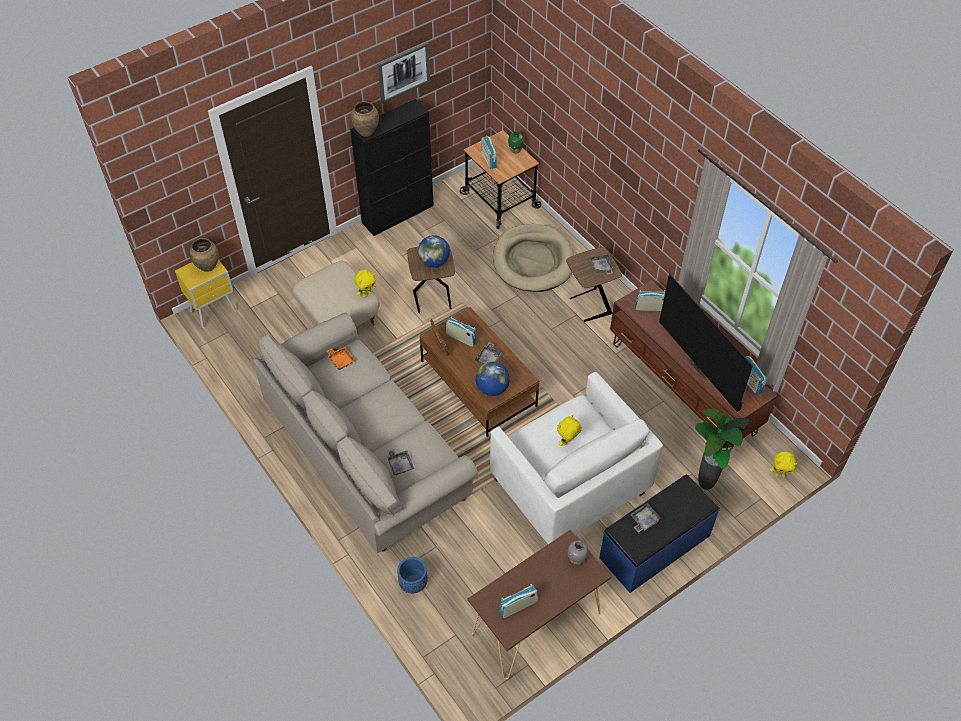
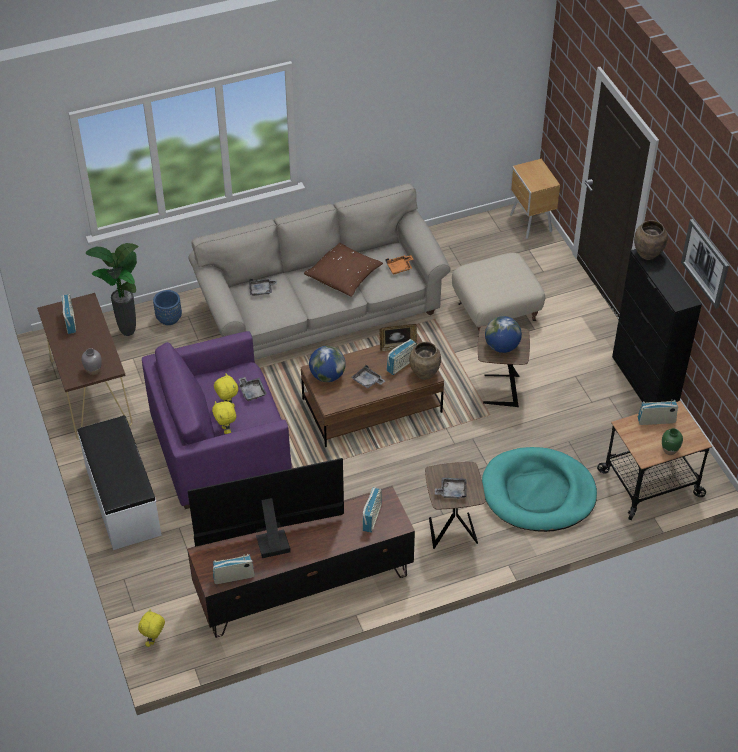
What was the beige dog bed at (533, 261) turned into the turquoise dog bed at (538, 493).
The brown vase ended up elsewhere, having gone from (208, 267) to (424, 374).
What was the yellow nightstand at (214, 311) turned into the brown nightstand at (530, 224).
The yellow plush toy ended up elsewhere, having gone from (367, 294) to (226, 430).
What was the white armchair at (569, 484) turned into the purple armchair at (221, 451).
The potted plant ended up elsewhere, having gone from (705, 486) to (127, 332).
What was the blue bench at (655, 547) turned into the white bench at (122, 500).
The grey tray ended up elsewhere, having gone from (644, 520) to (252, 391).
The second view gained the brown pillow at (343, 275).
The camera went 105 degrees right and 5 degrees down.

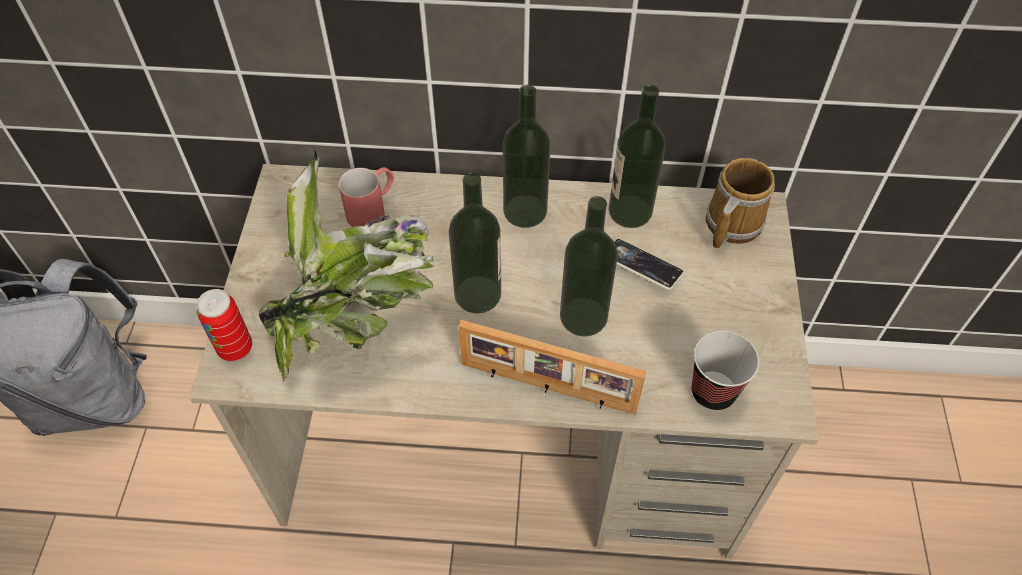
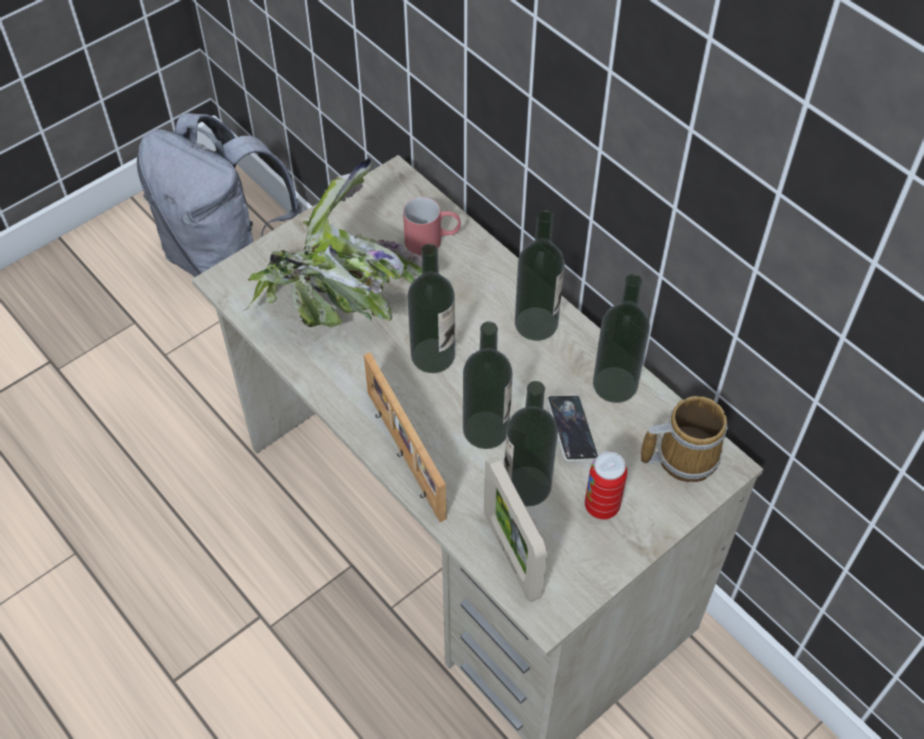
The can ended up elsewhere, having gone from (235, 348) to (601, 506).
Where the cup stood at (713, 392), the picture frame came to stand at (511, 556).
The second view gained the bottle at (527, 486).
The camera went 45 degrees right and 0 degrees up.

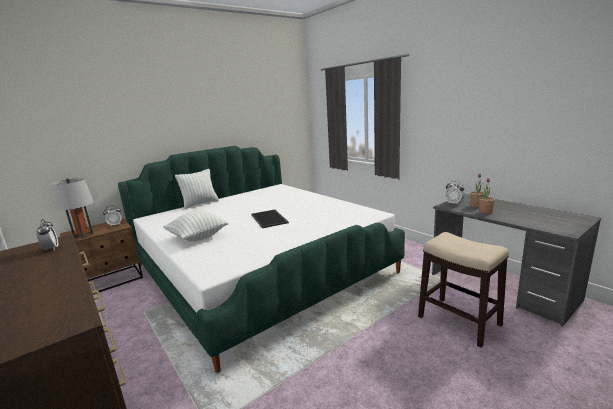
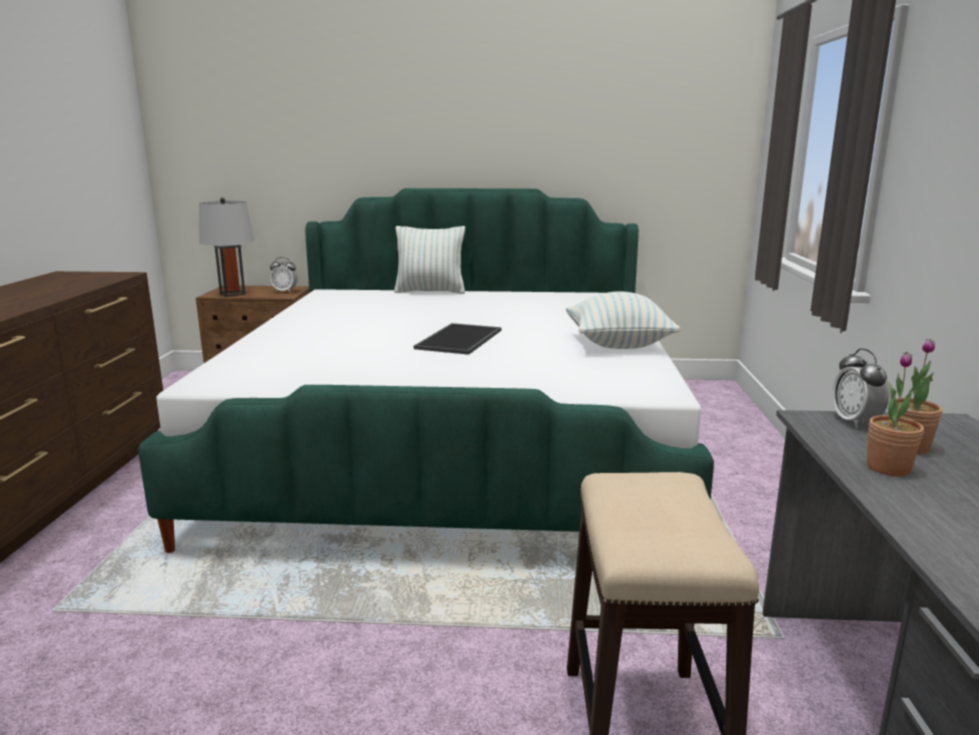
The pillow ended up elsewhere, having gone from (197, 237) to (618, 344).
The second view lost the alarm clock at (51, 249).
The camera went 40 degrees right and 0 degrees up.

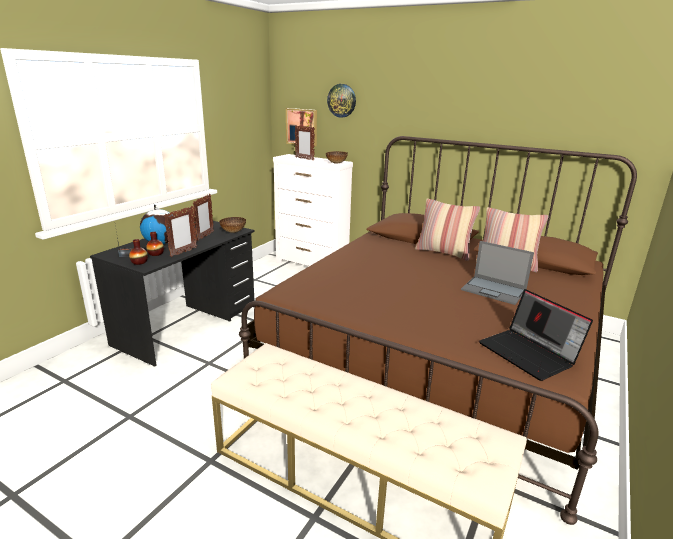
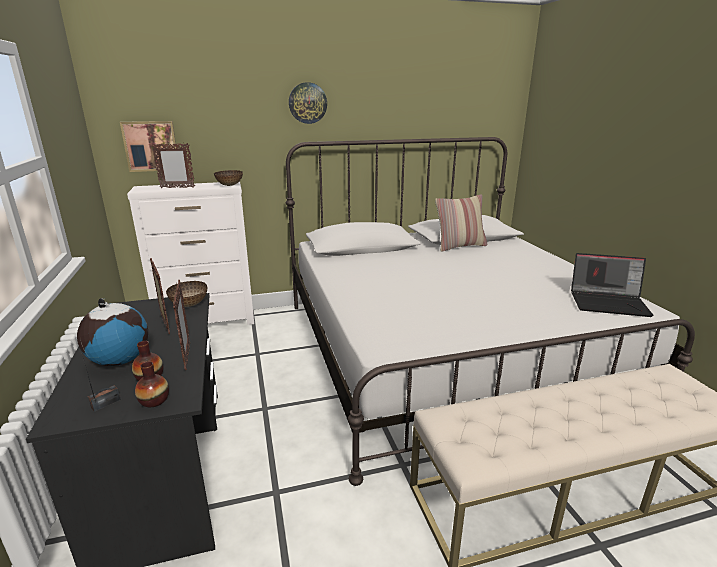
The wall clock ended up elsewhere, having gone from (341, 100) to (307, 103).
What was the brown bed at (438, 355) turned into the white bed at (444, 350).
The second view lost the pillow at (443, 252).
The second view lost the laptop at (494, 290).
The camera went 45 degrees left and 0 degrees up.

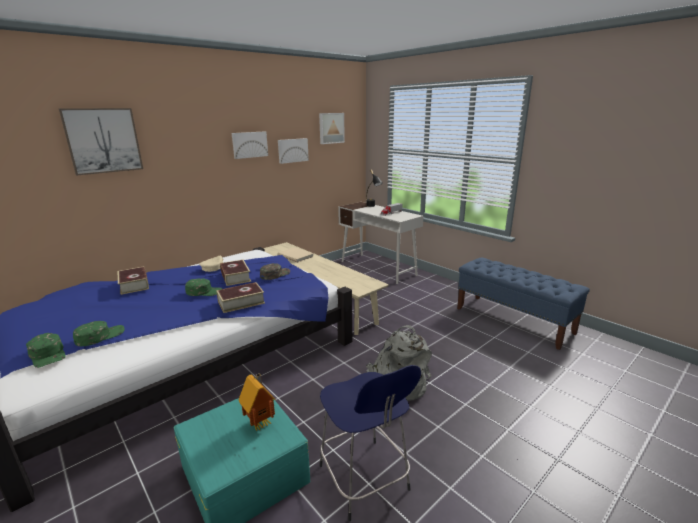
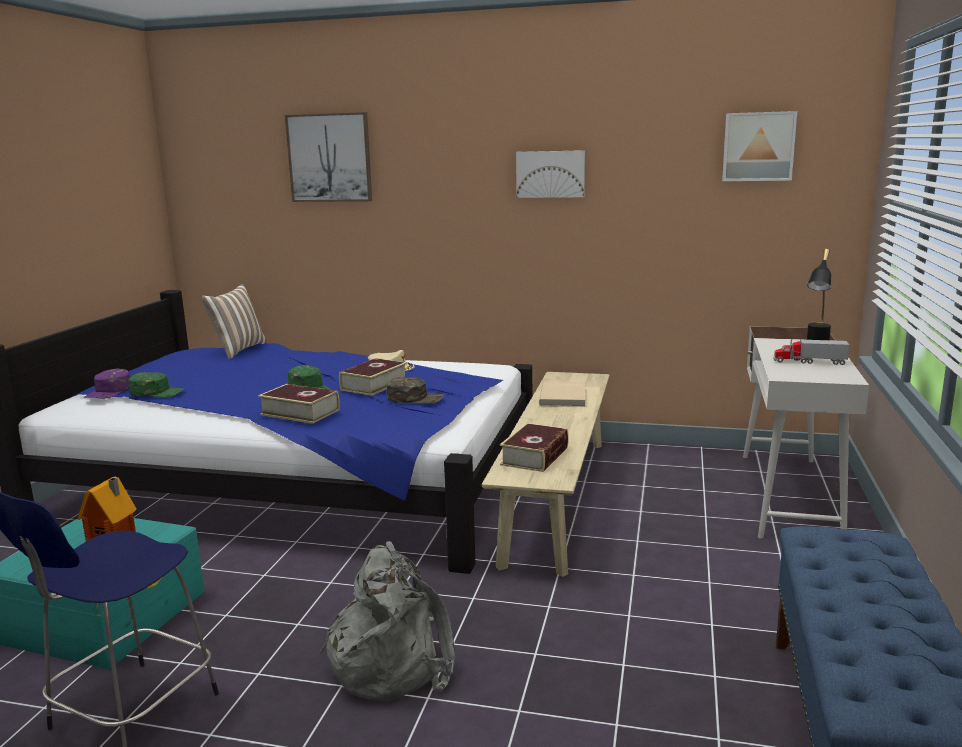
The second view lost the picture at (292, 150).
The book ended up elsewhere, having gone from (134, 285) to (535, 456).
What was the green cap at (48, 355) turned into the purple cap at (109, 392).
The second view gained the pillow at (238, 350).
The camera went 55 degrees right and 5 degrees down.

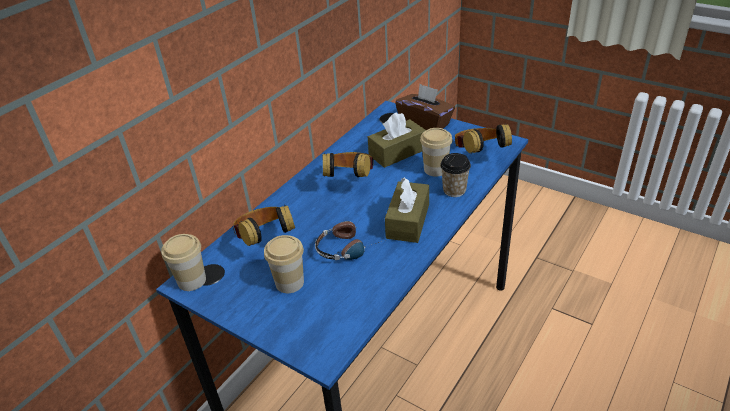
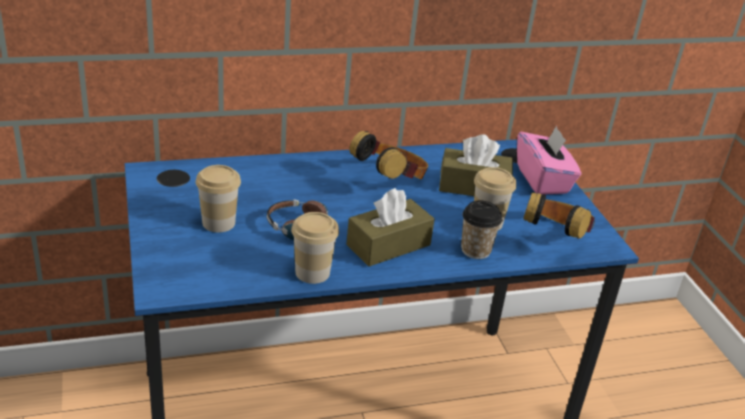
What was the brown tissue box at (425, 124) turned into the pink tissue box at (543, 180).
The second view lost the headphones at (265, 240).
The cup ended up elsewhere, having gone from (192, 280) to (312, 272).
The camera went 35 degrees right and 5 degrees down.

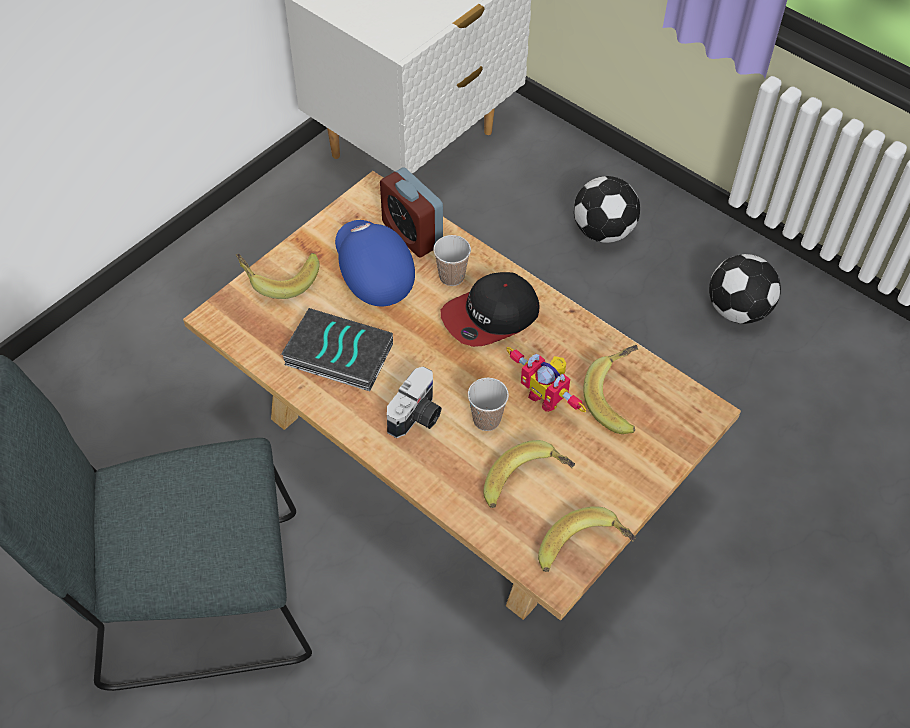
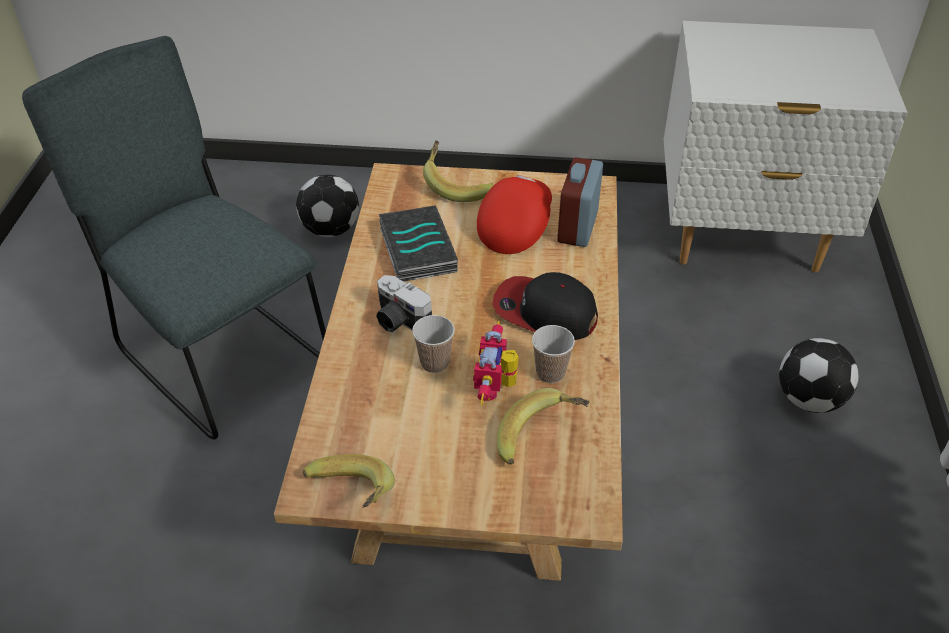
What was the blue cap at (372, 273) turned into the red cap at (514, 226).
The cup ended up elsewhere, having gone from (451, 277) to (550, 373).
The football ended up elsewhere, having gone from (738, 310) to (331, 230).
The photo camera at (417, 417) ended up facing another way, 45 degrees clockwise from before.
The second view lost the banana at (527, 487).
The camera went 55 degrees right and 10 degrees down.

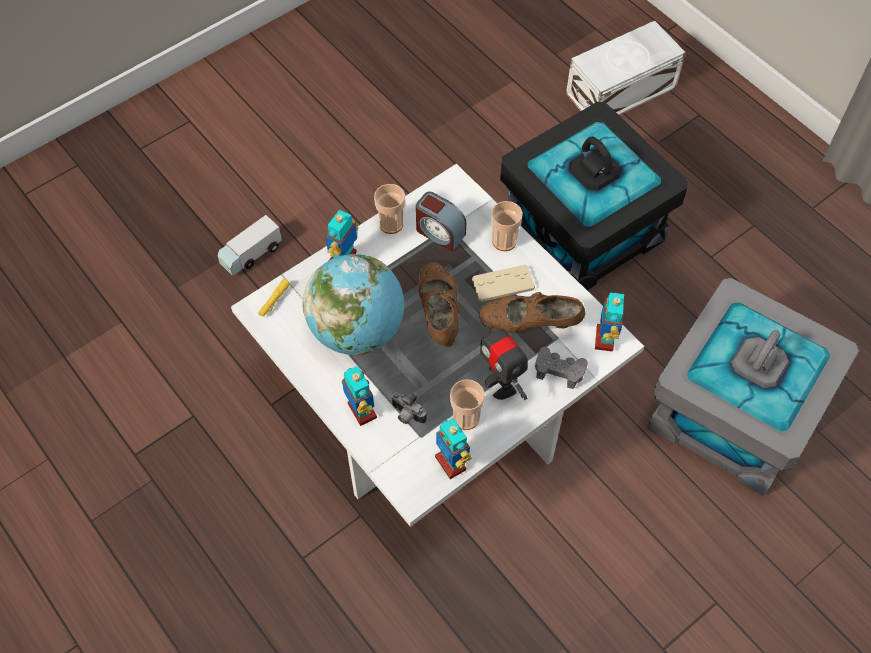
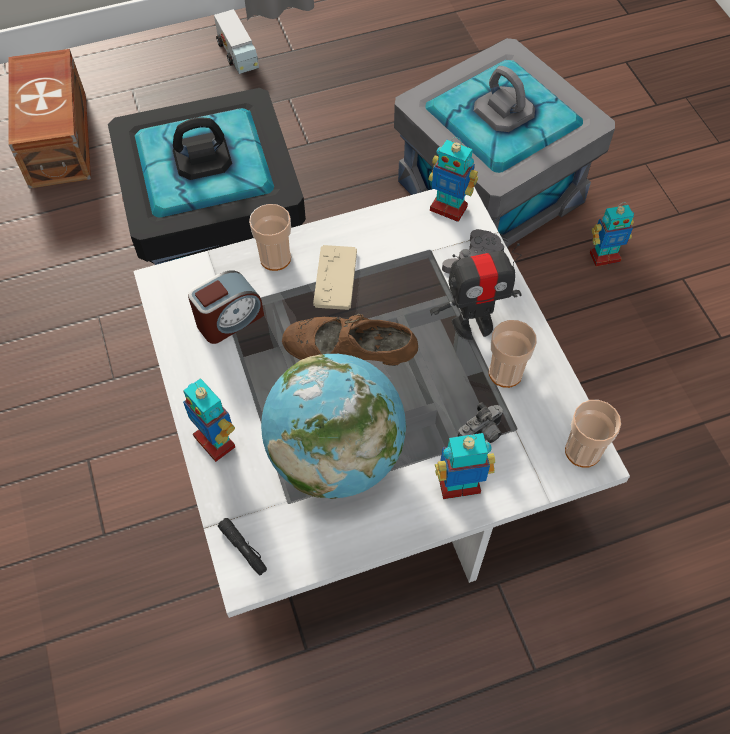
What was the white storage box at (623, 91) turned into the brown storage box at (60, 138).
The cup ended up elsewhere, having gone from (391, 224) to (582, 451).
The toy truck ended up elsewhere, having gone from (251, 254) to (238, 54).
What was the yellow flashlight at (274, 300) turned into the black flashlight at (244, 548).
The second view lost the brown shoe at (530, 324).
The toy robot ended up elsewhere, having gone from (451, 463) to (604, 256).
The camera went 70 degrees left and 0 degrees up.

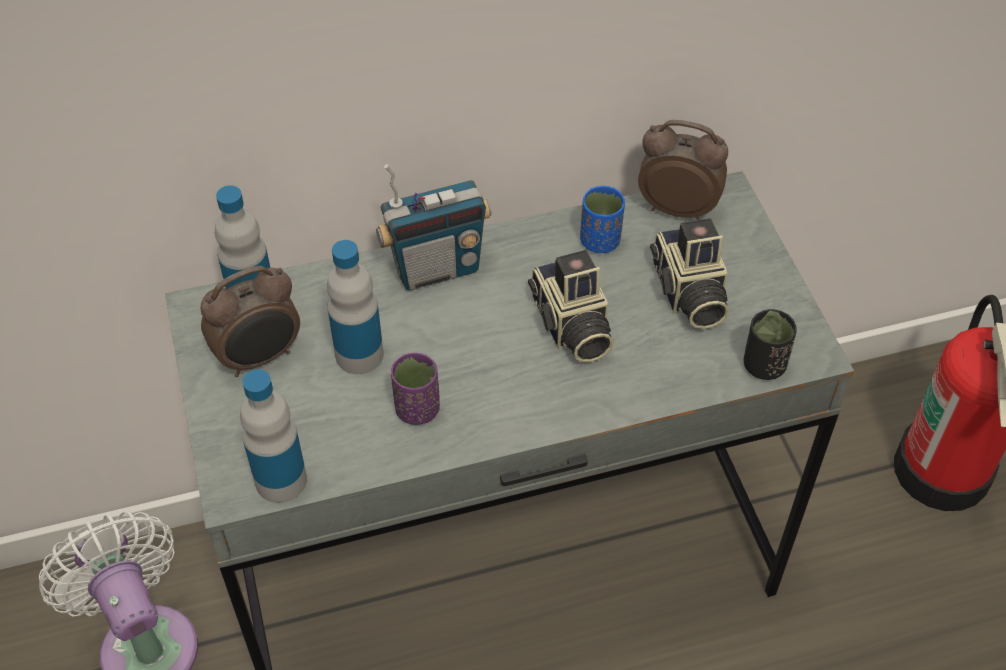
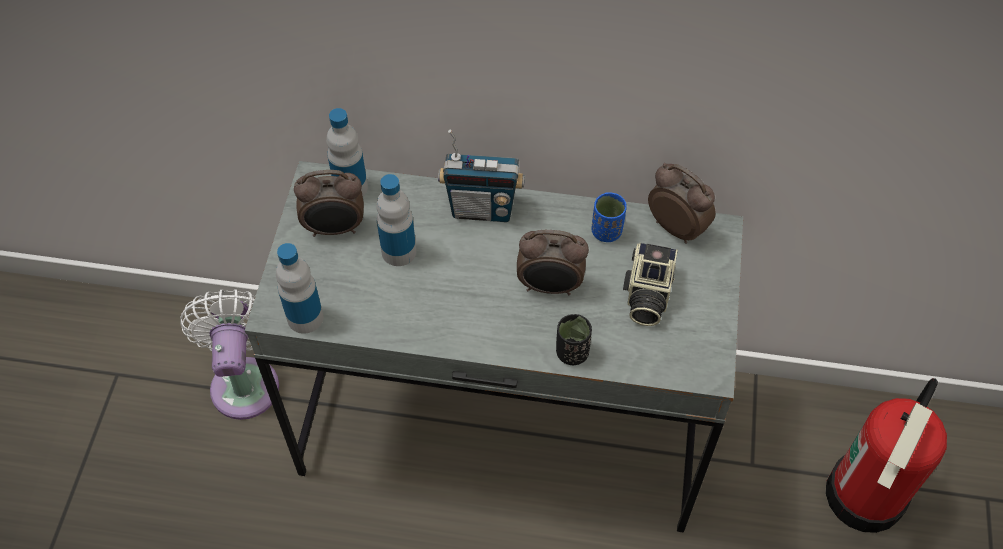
Where the photo camera stood at (571, 327), the alarm clock came to stand at (550, 287).
The black cup ended up elsewhere, having gone from (764, 365) to (572, 352).
The second view lost the purple cup at (417, 409).
The camera went 25 degrees right and 5 degrees up.

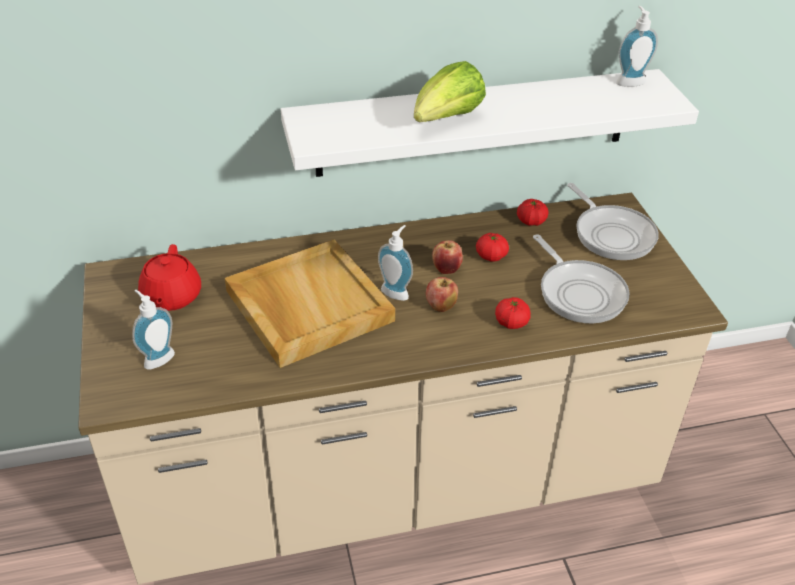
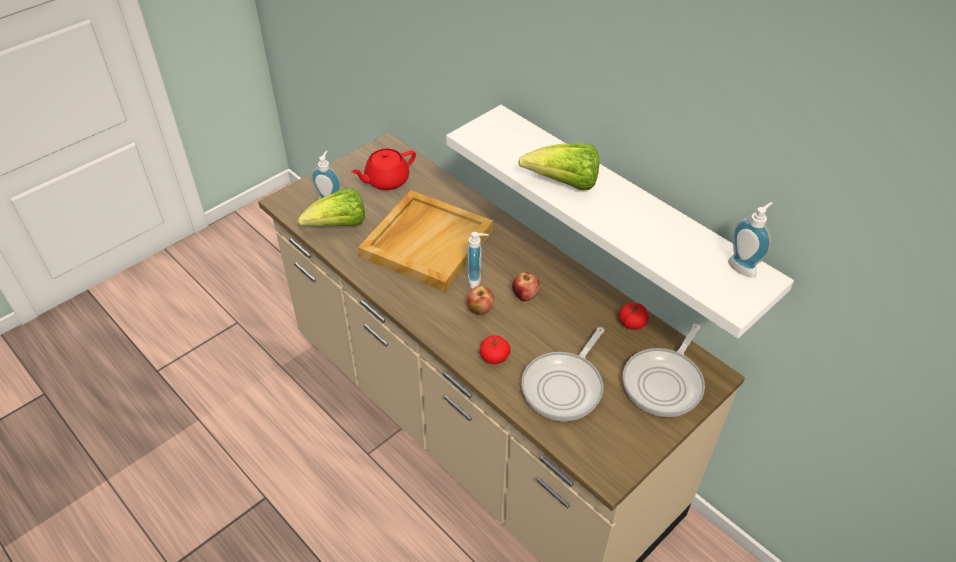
The second view lost the tomato at (491, 256).
The second view gained the lettuce at (338, 226).
The camera went 60 degrees right and 5 degrees up.

